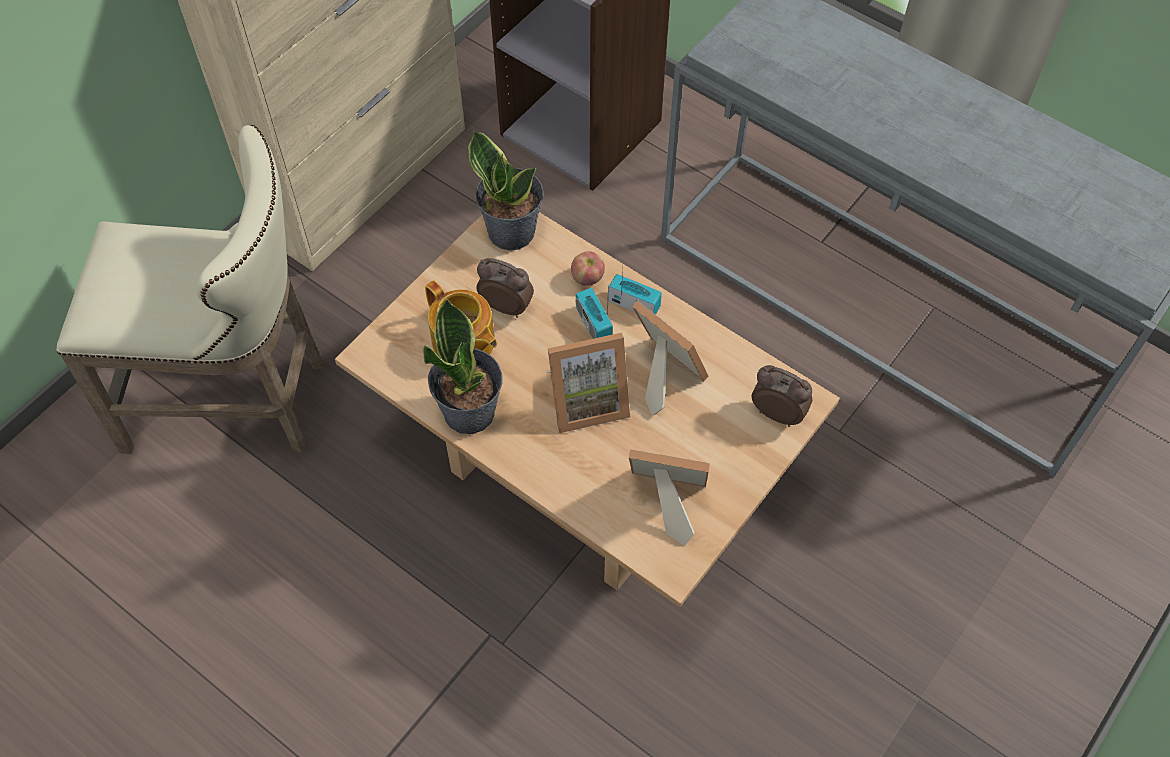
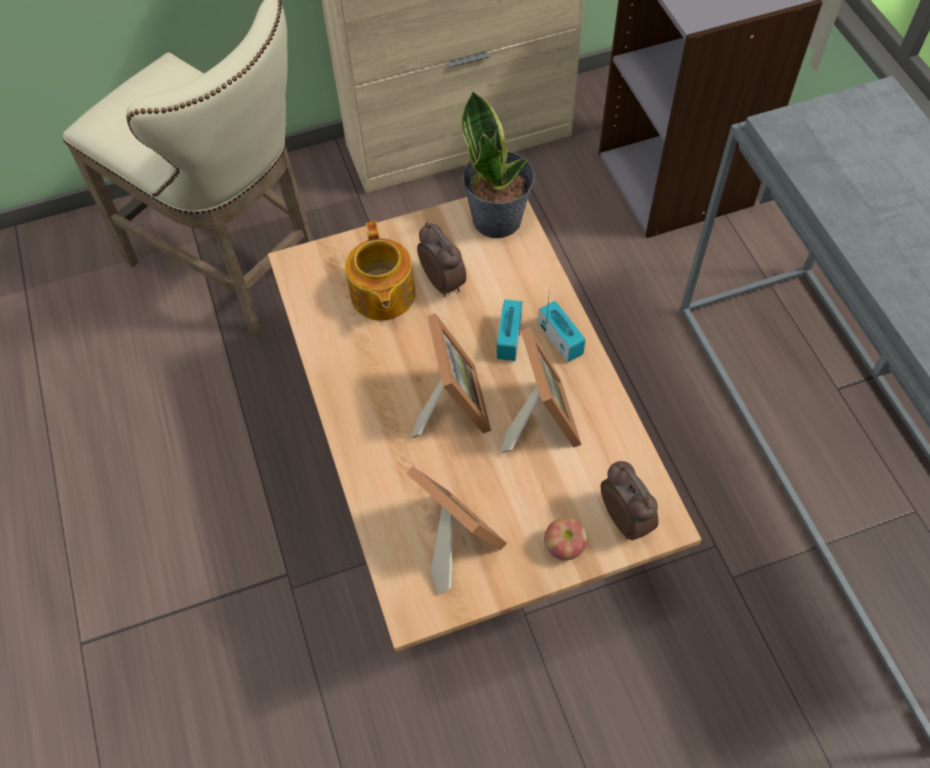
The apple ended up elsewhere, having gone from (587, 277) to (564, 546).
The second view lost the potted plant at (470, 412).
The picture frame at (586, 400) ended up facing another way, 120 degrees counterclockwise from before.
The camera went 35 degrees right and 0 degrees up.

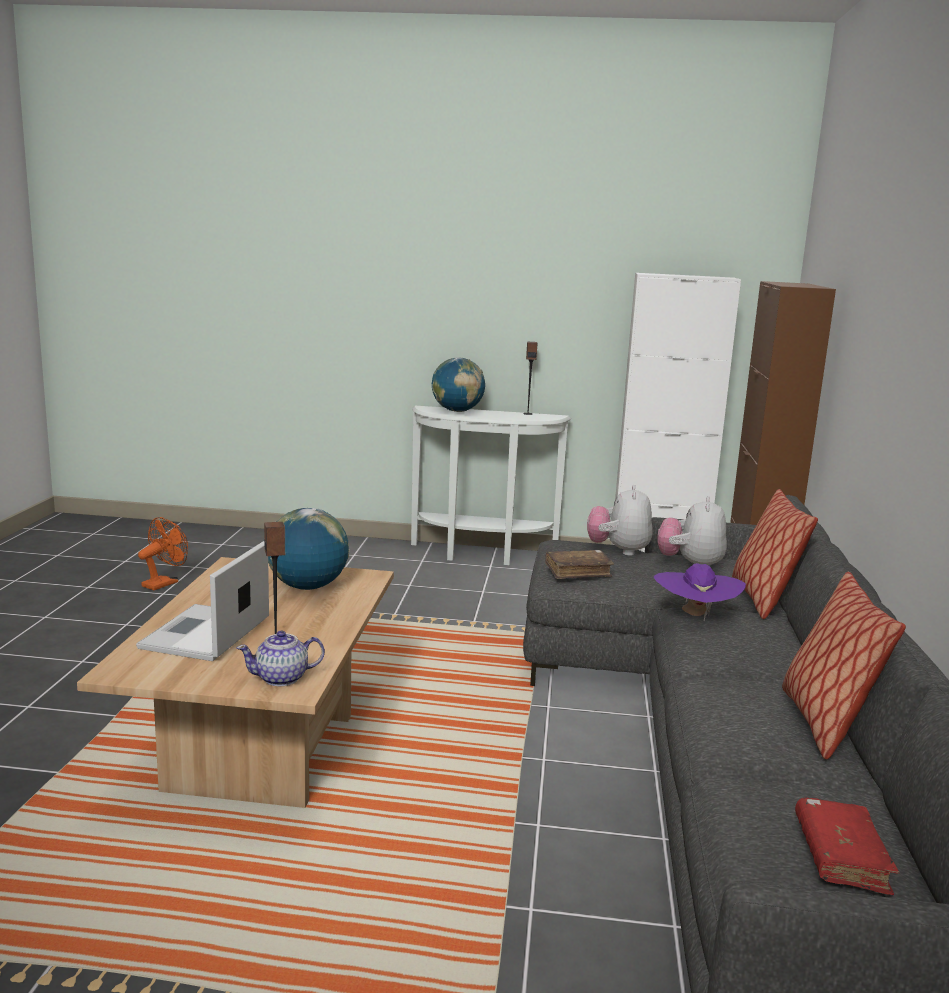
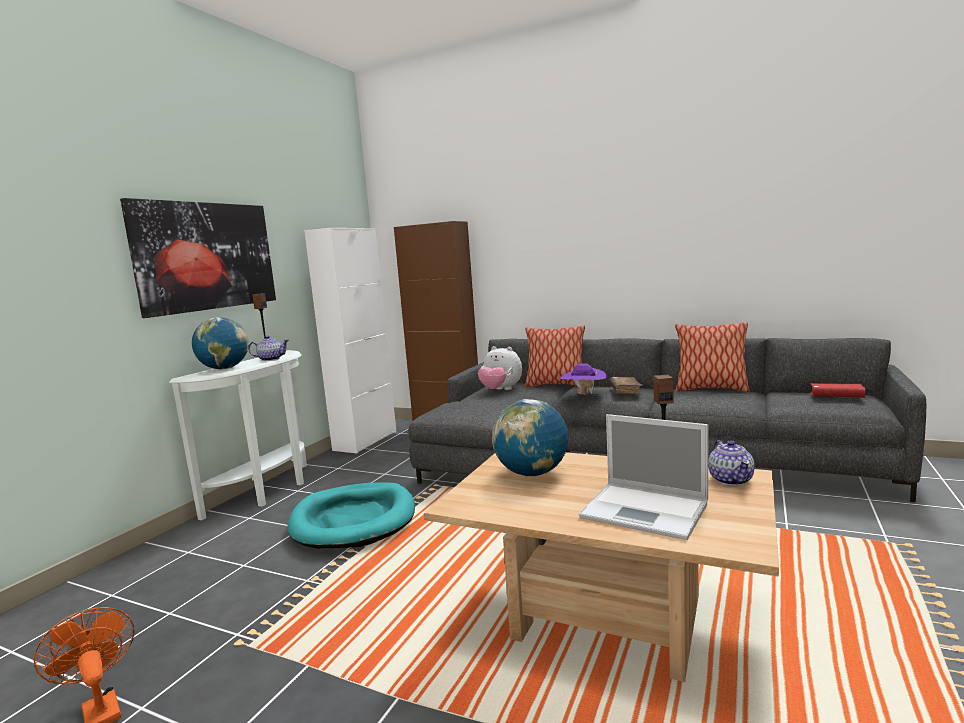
The second view lost the plush toy at (618, 551).
The brown book ended up elsewhere, having gone from (577, 571) to (625, 391).
The second view gained the picture at (206, 256).
The second view gained the teapot at (270, 359).
The second view gained the turquoise dog bed at (354, 520).
The camera went 70 degrees left and 5 degrees down.

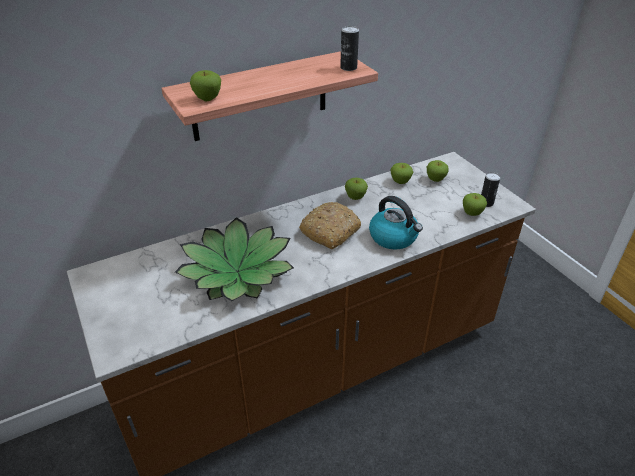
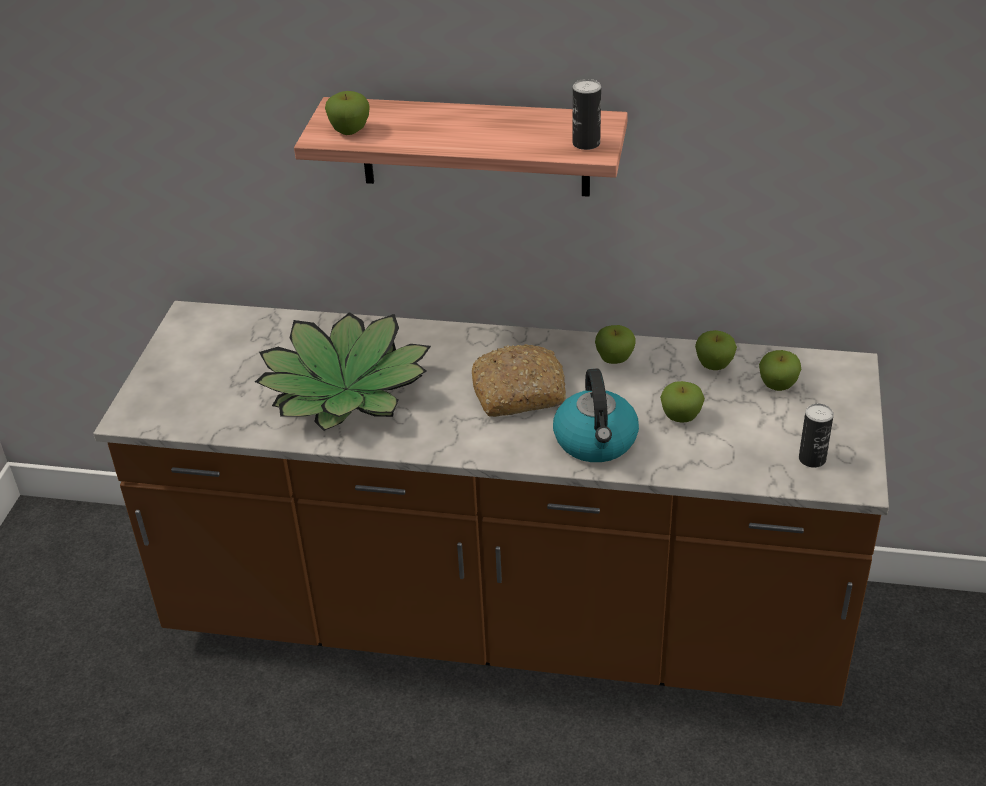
The apple ended up elsewhere, having gone from (472, 213) to (680, 417).
The camera went 40 degrees right and 0 degrees up.

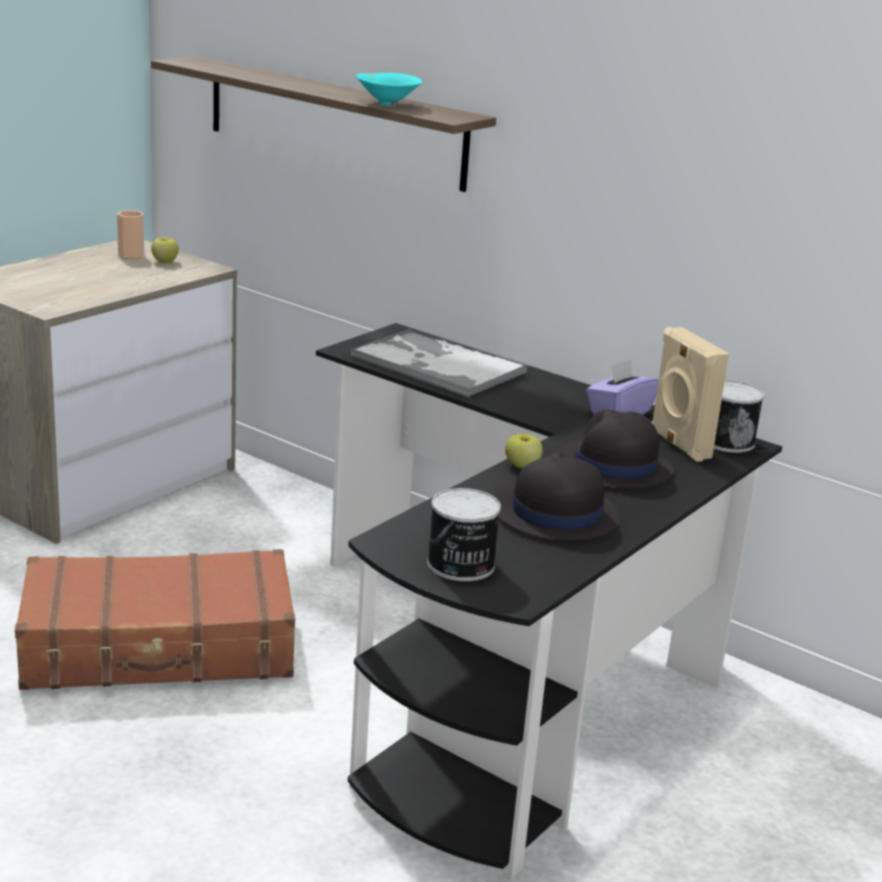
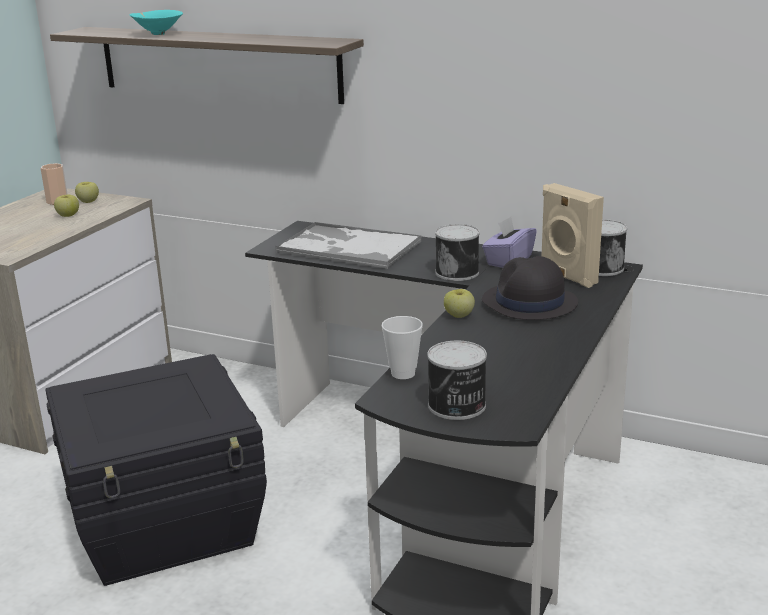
The turquoise bowl ended up elsewhere, having gone from (386, 104) to (157, 34).
The second view lost the black hat at (555, 514).
Where the brown suitcase stood at (159, 647), the black storage box came to stand at (167, 524).
The second view gained the apple at (68, 215).
The second view gained the can at (458, 272).
The second view gained the cup at (403, 373).
The camera went 10 degrees left and 0 degrees up.

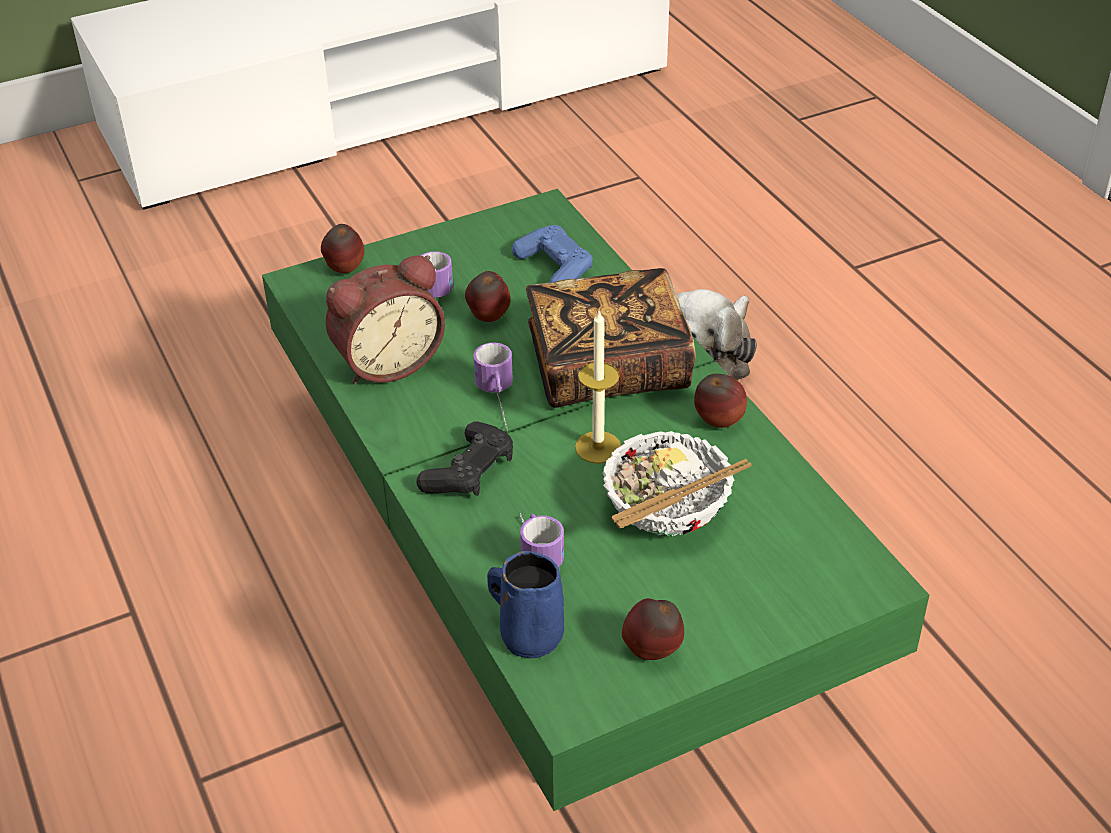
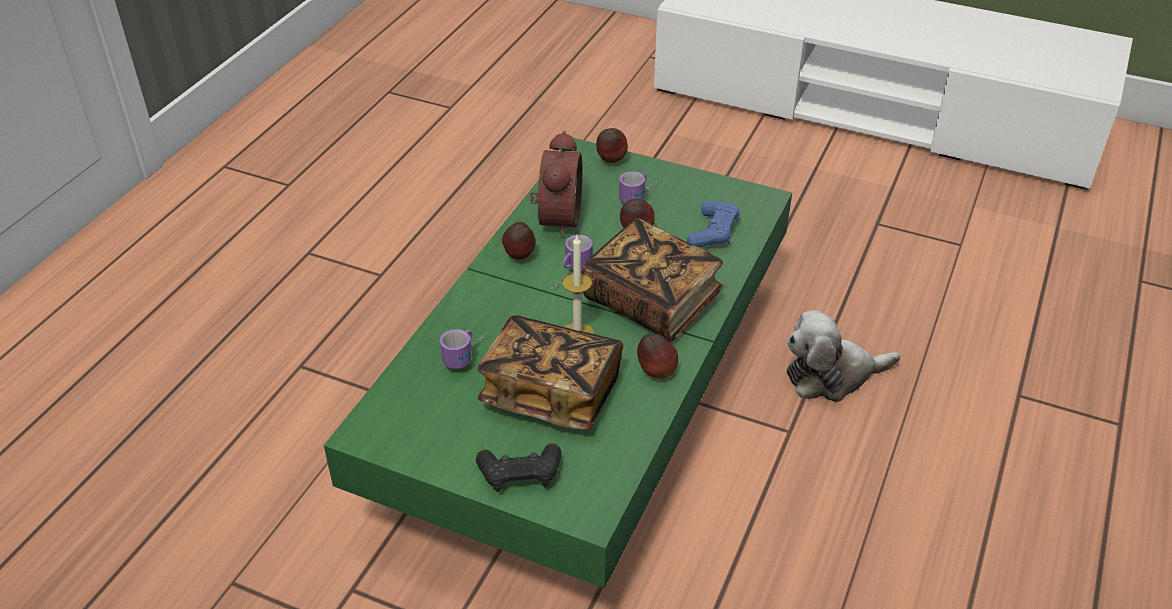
The alarm clock at (387, 361) ended up facing another way, 105 degrees counterclockwise from before.
The black game controller ended up elsewhere, having gone from (469, 472) to (520, 474).
Where the bowl stood at (667, 514), the book came to stand at (551, 392).
The second view lost the blue mug at (528, 635).
The apple ended up elsewhere, having gone from (653, 652) to (519, 257).
The camera went 50 degrees right and 0 degrees up.

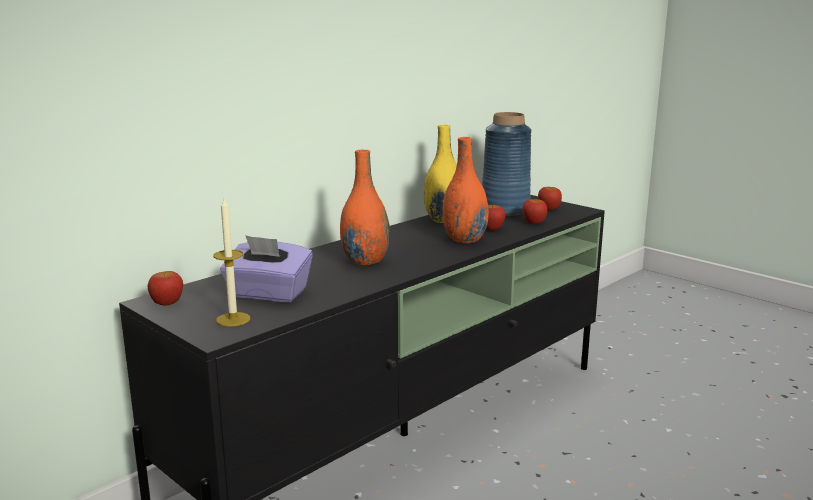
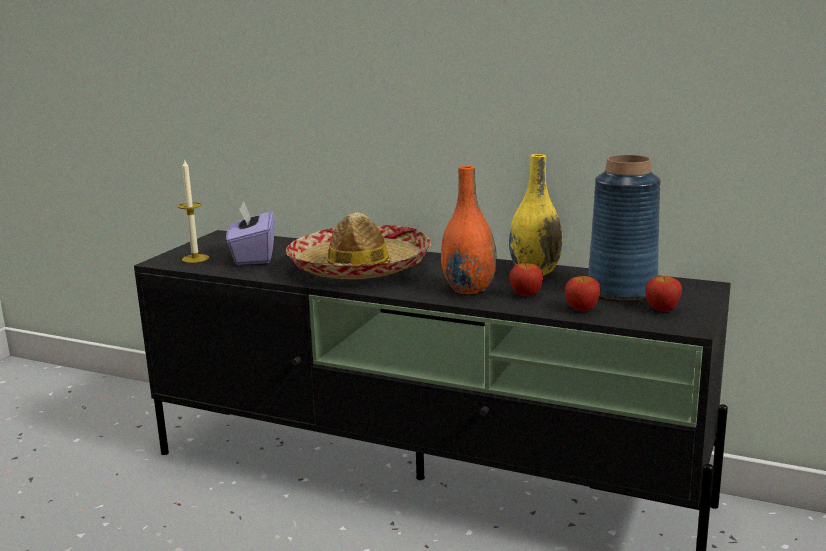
Where the orange vase stood at (365, 261), the hat came to stand at (359, 267).
The second view lost the apple at (167, 303).
The camera went 70 degrees right and 0 degrees up.

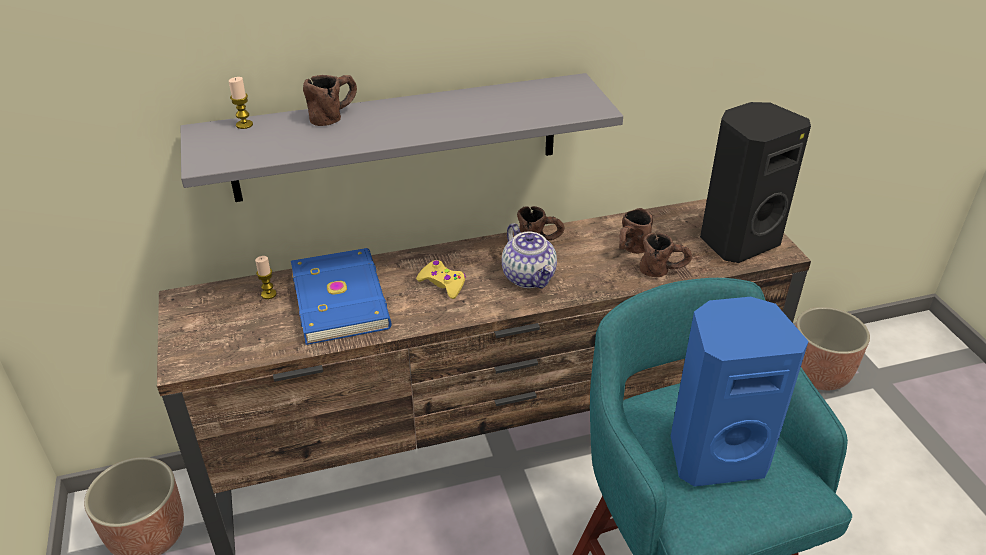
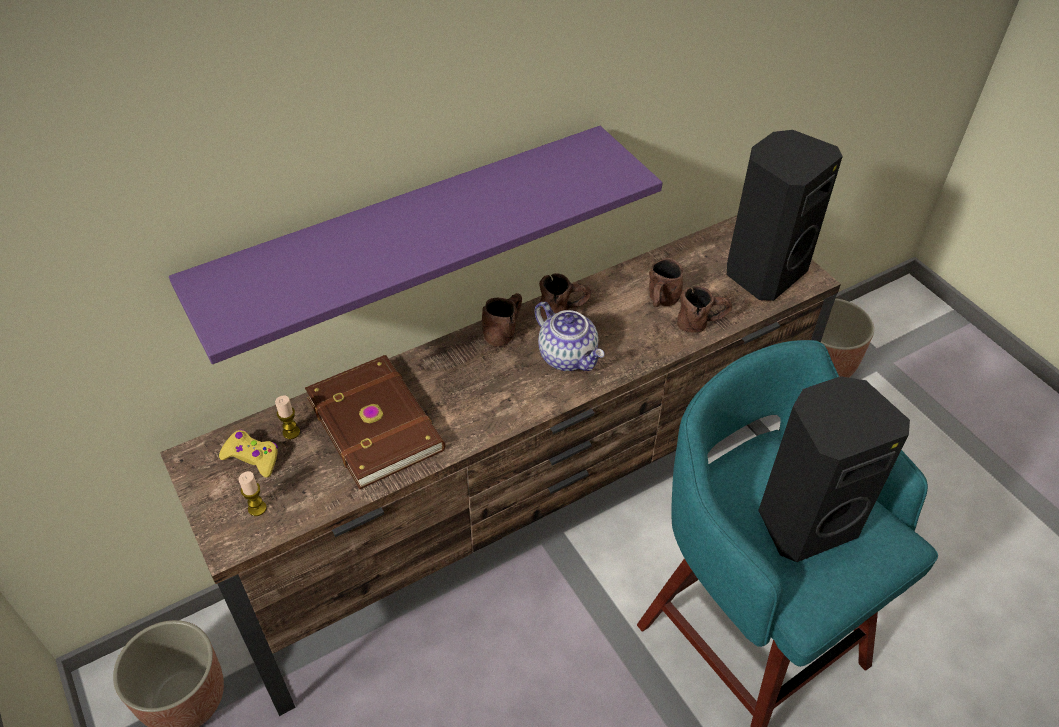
What was the grey shelf at (397, 137) turned into the purple shelf at (407, 234).
The brown mug ended up elsewhere, having gone from (334, 115) to (505, 329).
The candle ended up elsewhere, having gone from (244, 125) to (257, 508).
What was the blue book at (342, 298) turned into the brown book at (377, 422).
The yellow game controller ended up elsewhere, having gone from (442, 284) to (252, 457).
What was the blue speaker at (715, 454) turned into the black speaker at (804, 520).
The camera went 15 degrees left and 10 degrees up.

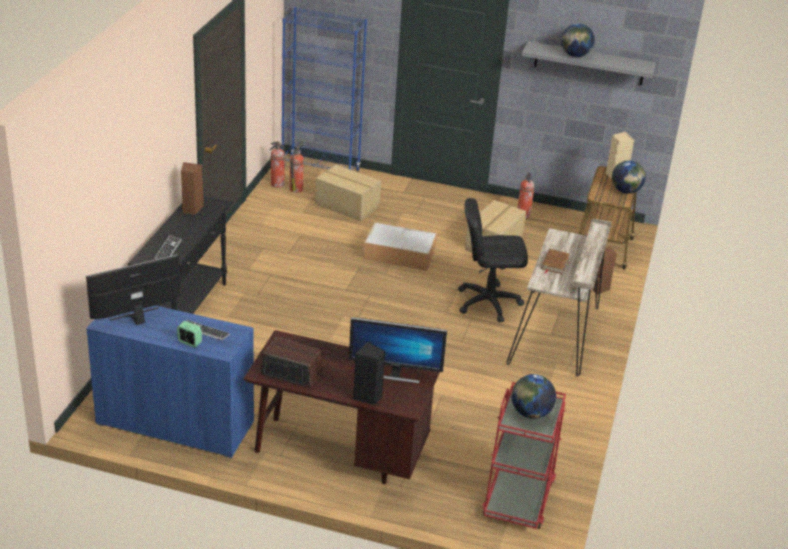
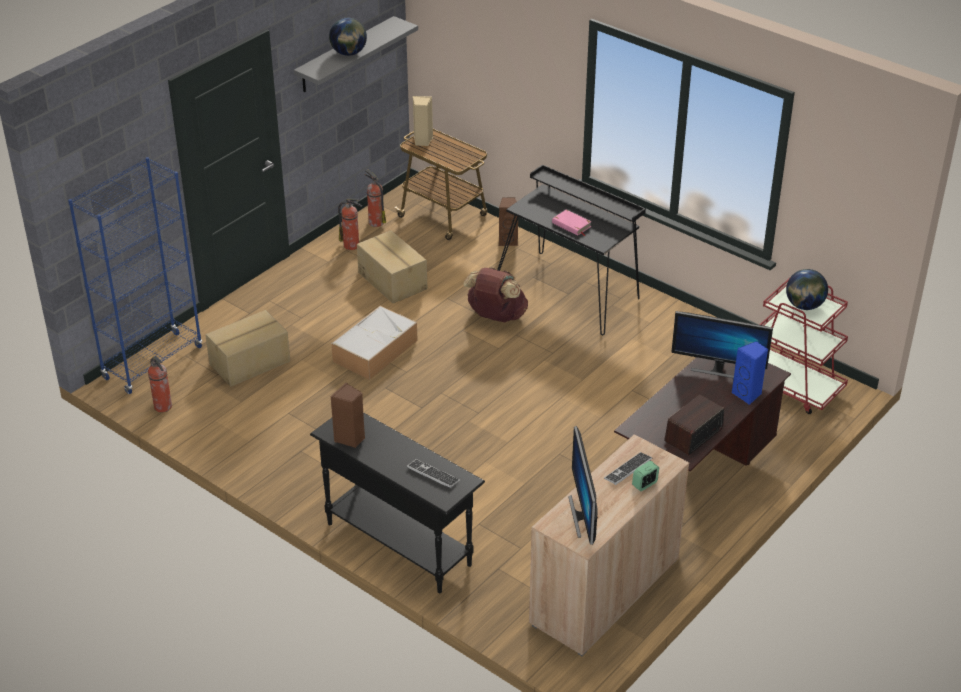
The fire extinguisher ended up elsewhere, having gone from (296, 189) to (375, 222).
The second view lost the globe at (626, 191).
Where the black office chair stood at (488, 302), the brown backpack came to stand at (496, 316).
What was the beige desk at (557, 334) turned into the black desk at (570, 290).
What was the brown book at (554, 263) turned into the pink book at (571, 225).
What was the blue cabinet at (175, 423) turned into the beige cabinet at (604, 591).
The monitor at (395, 374) ended up facing another way, 75 degrees clockwise from before.
What was the black speaker at (368, 397) turned into the blue speaker at (748, 394).
The camera went 65 degrees left and 5 degrees up.

